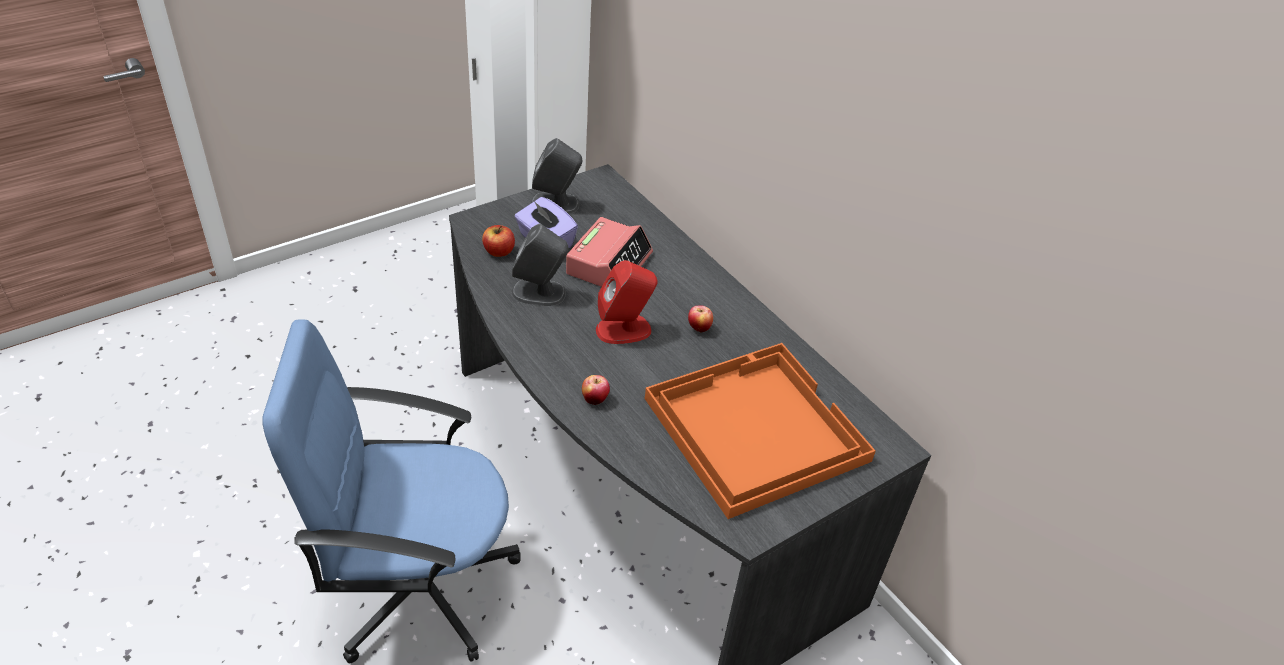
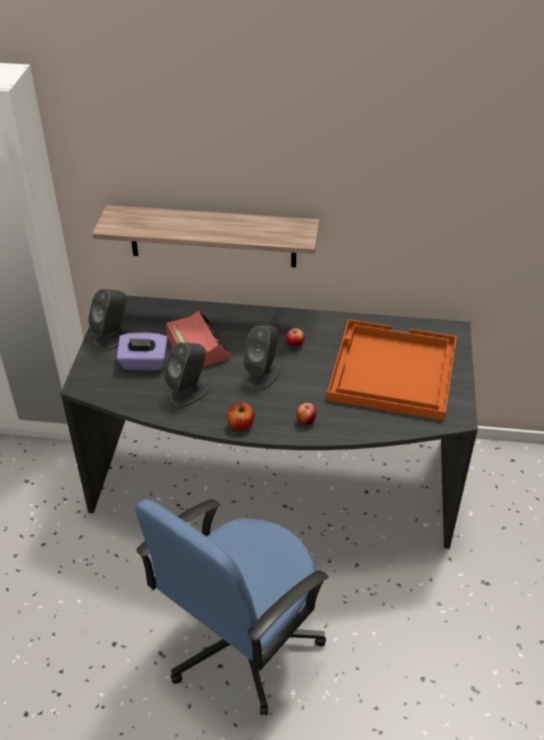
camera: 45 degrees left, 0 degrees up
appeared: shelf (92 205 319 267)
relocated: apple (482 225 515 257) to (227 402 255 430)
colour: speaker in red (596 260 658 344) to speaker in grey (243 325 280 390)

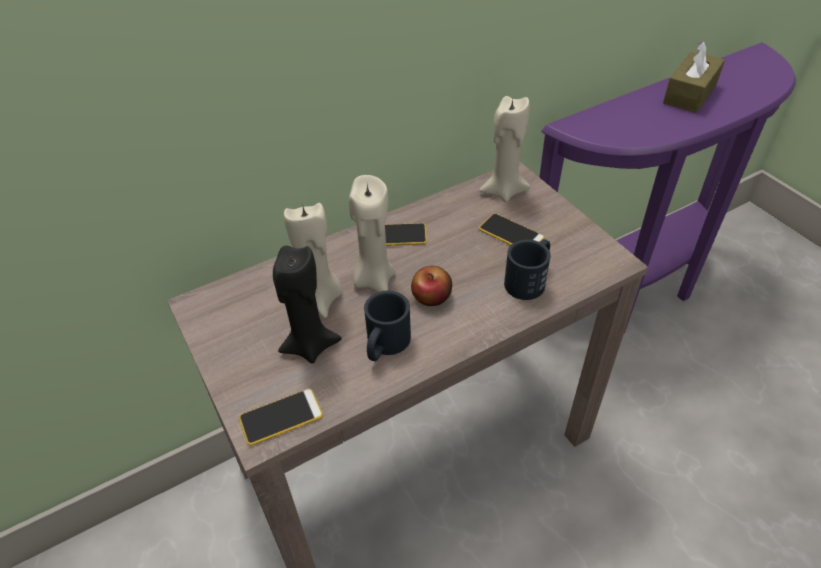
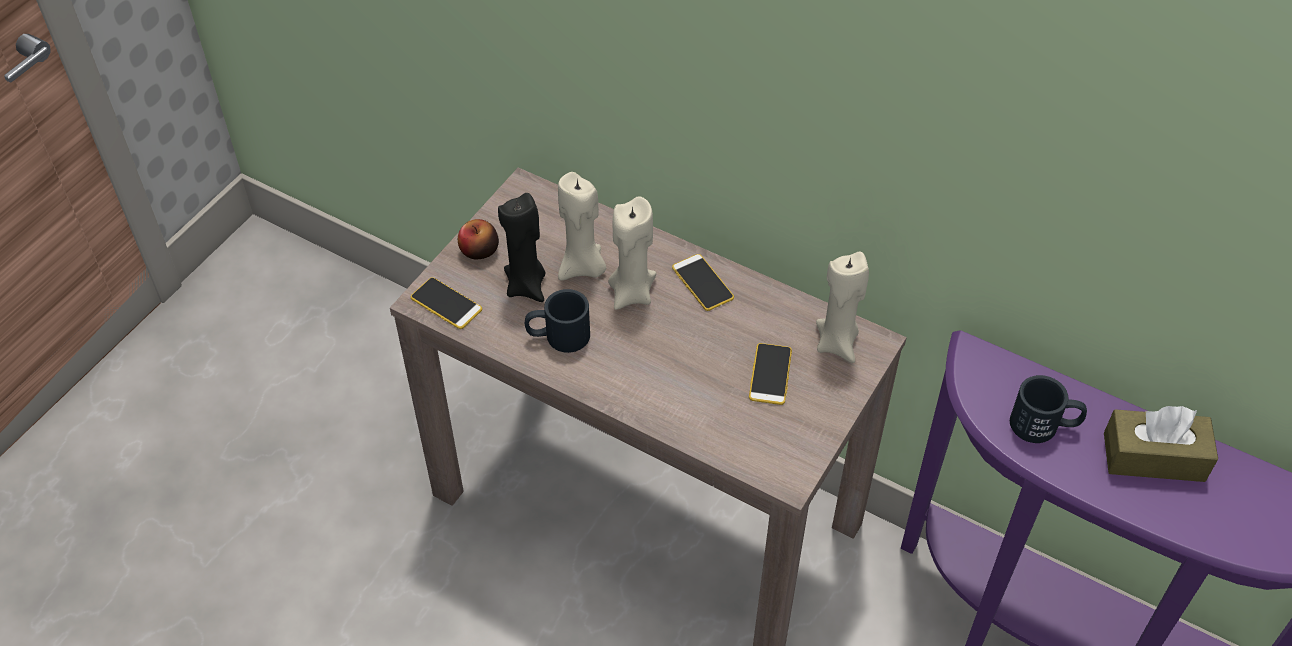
camera: 60 degrees right, 5 degrees up
relocated: mug in black (504 239 551 300) to (1010 375 1087 443); apple (411 266 452 306) to (458 219 499 259)

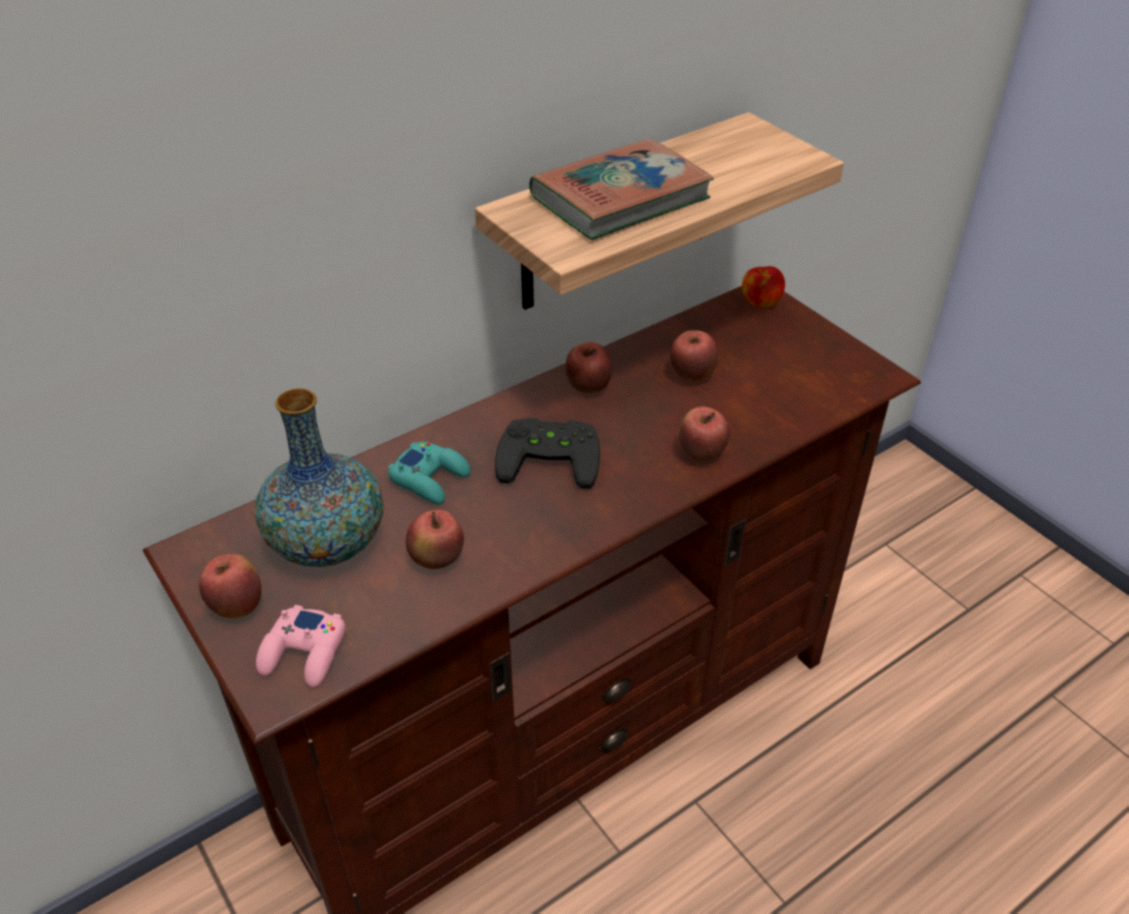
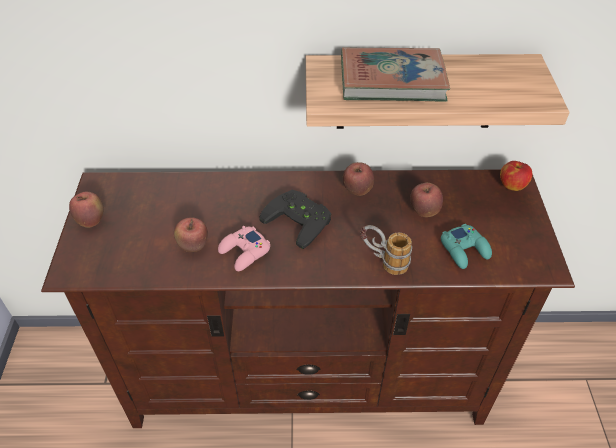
camera: 35 degrees right, 5 degrees up
missing: vase (255 388 383 567)
relocated: game controller in turquoise (388 442 470 504) to (441 224 492 269); game controller in pink (256 605 346 688) to (218 226 270 271)
exchanged: apple (679 406 730 461) to mug (361 225 412 275)

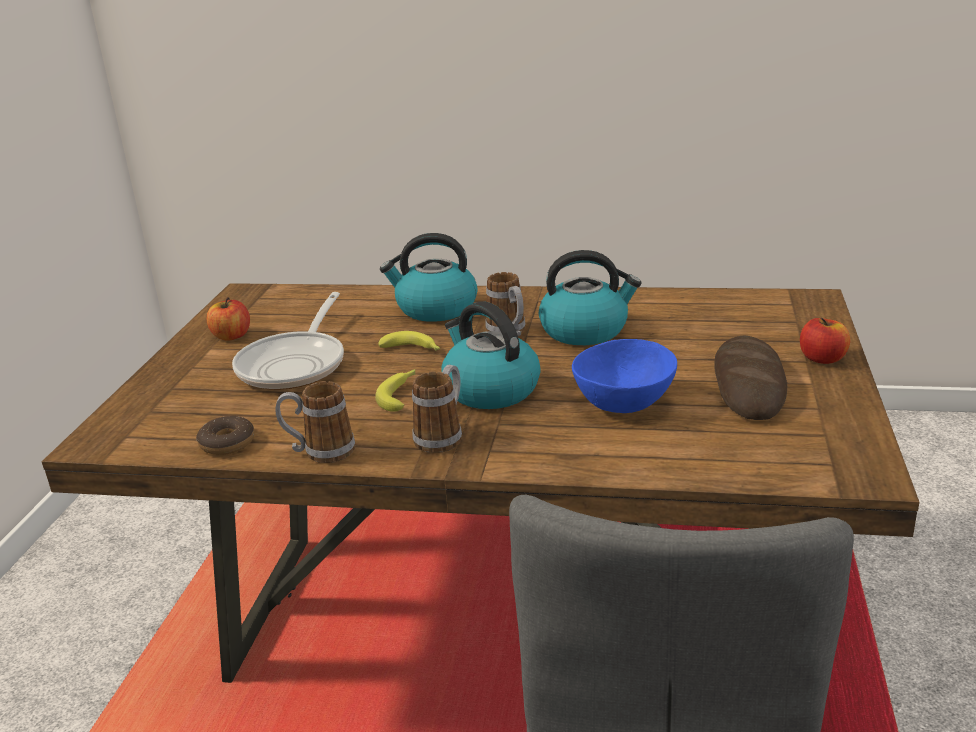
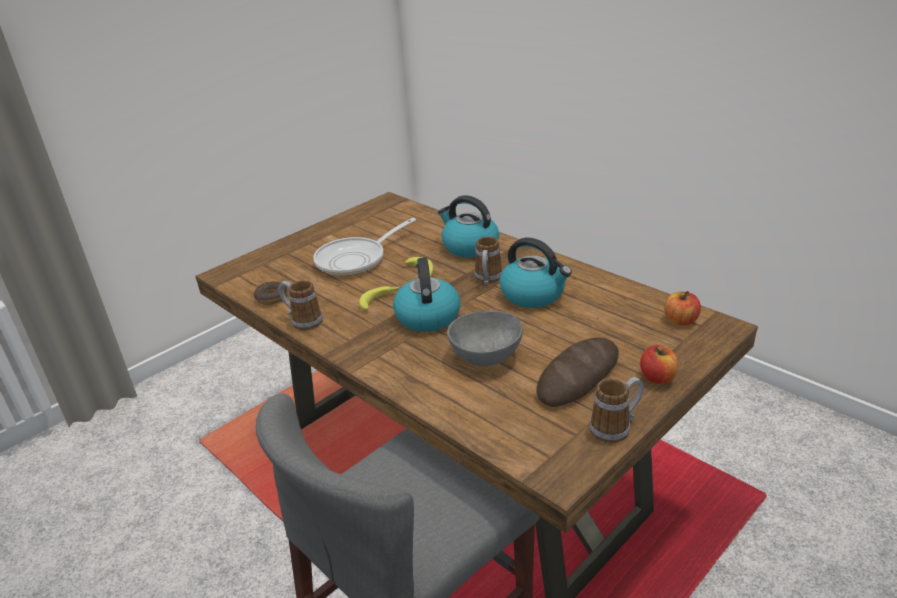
camera: 35 degrees right, 5 degrees up
relocated: apple (206 297 250 340) to (664 291 701 325); mug (412 365 462 453) to (590 377 644 443)
colour: bowl in blue (572 339 677 413) to bowl in grey (447 311 523 366)

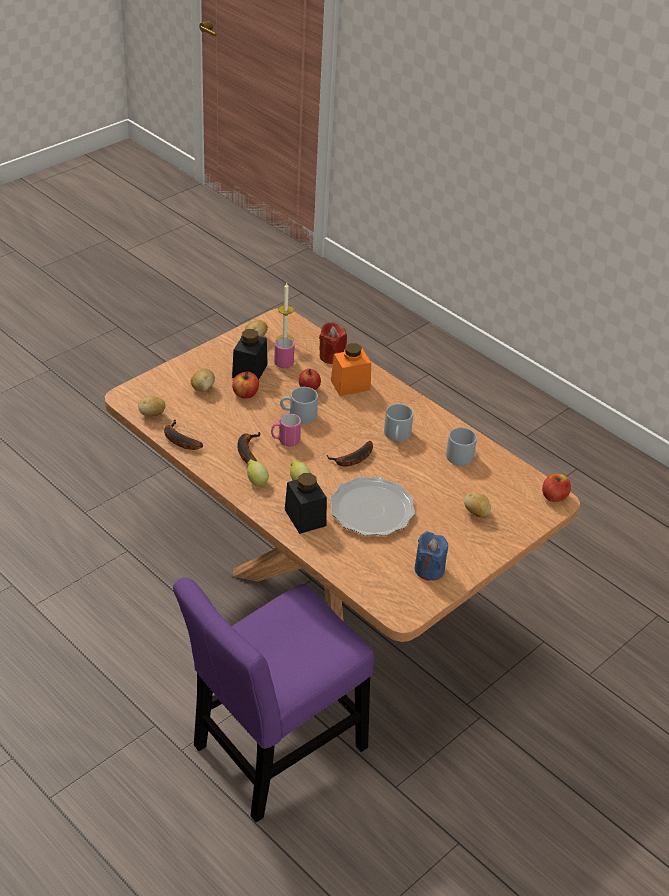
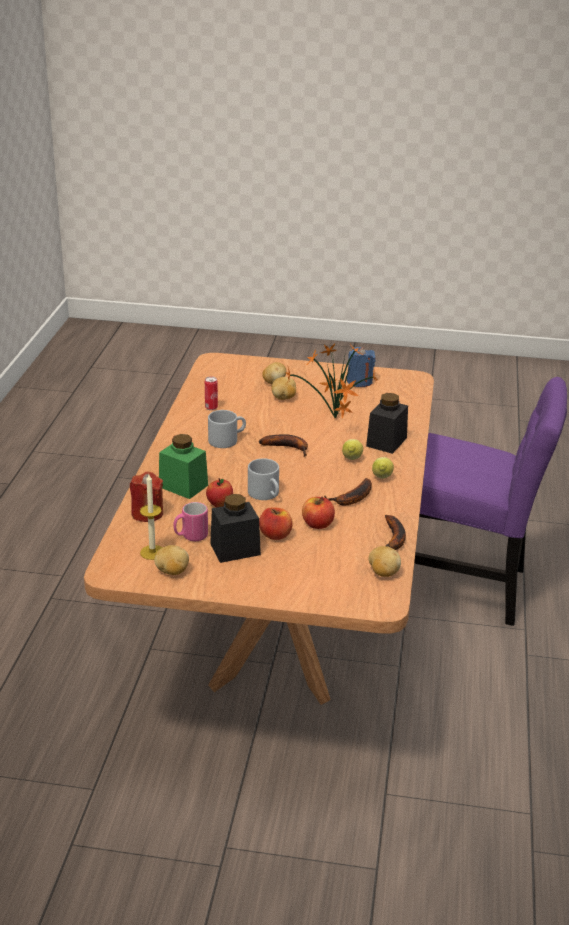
camera: 125 degrees left, 10 degrees down
missing: mug in pink (271 414 301 446)
relocated: potato (190 368 215 392) to (272 377 296 400); apple (542 474 571 502) to (302 497 335 529)
exchanged: mug in grey (446 427 477 466) to can (205 376 218 410); plate (330 477 415 536) to potted plant (286 343 377 419)
colour: jar in orange (331 343 371 396) to jar in green (159 434 208 499)

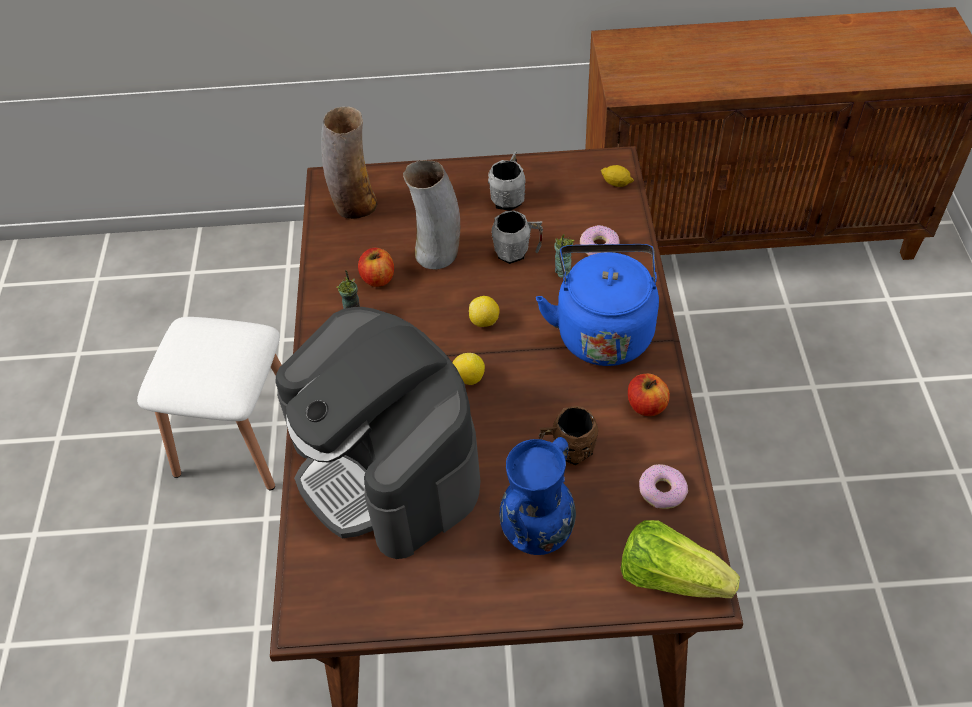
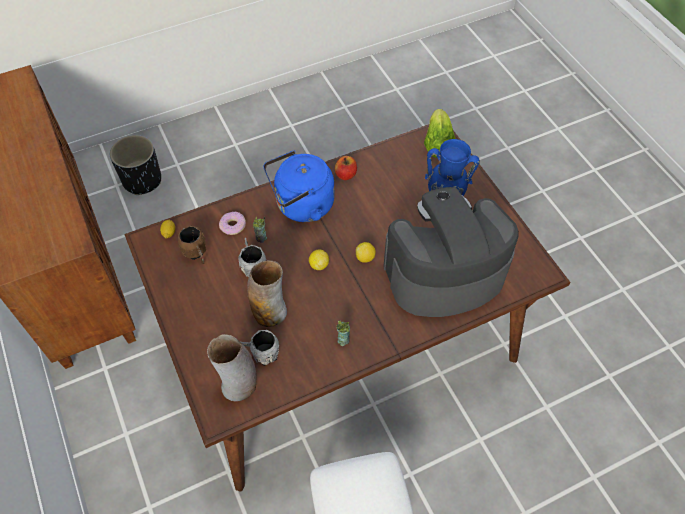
camera: 115 degrees left, 5 degrees up
missing: apple (358 248 394 287); donut (639 464 688 509)
appeared: planter in black (110 135 161 195)
relocated: mug in grey (488 151 525 211) to (241 330 279 366); mug in brown (538 406 598 465) to (178 225 206 264)
spun: coffee machine (276 307 480 559) = (384 187 519 317) 135 degrees counterclockwise

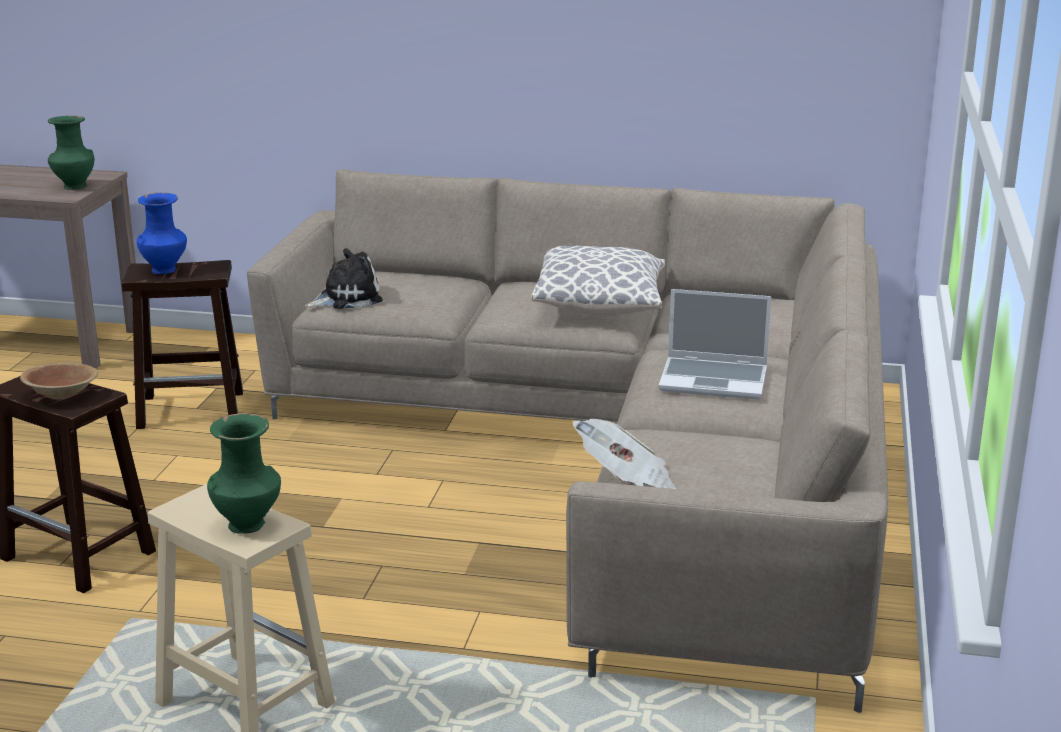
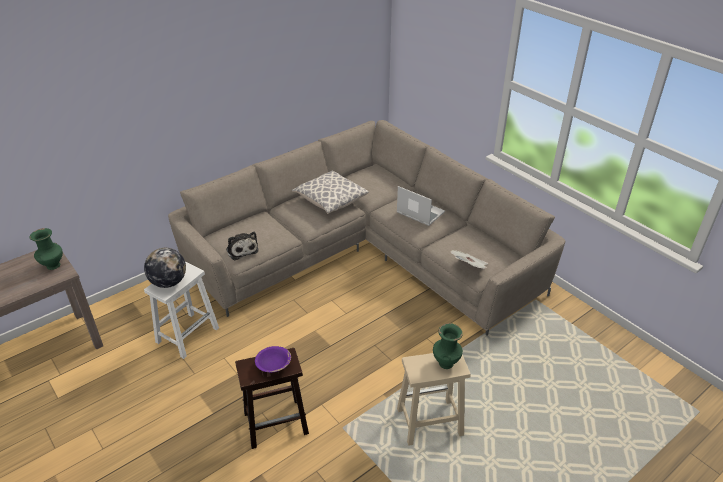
camera: 50 degrees left, 15 degrees up
exchanged: vase in blue (137 193 187 274) to globe (144 248 186 288)
colour: stool in brown (122 260 243 429) to stool in white (144 262 219 359); bowl in brown (20 362 98 400) to bowl in purple (255 346 291 372)
spun: plush toy (305 248 383 309) = (226 232 259 260) 135 degrees clockwise; laptop (658 289 772 400) = (397 186 445 226) 105 degrees counterclockwise

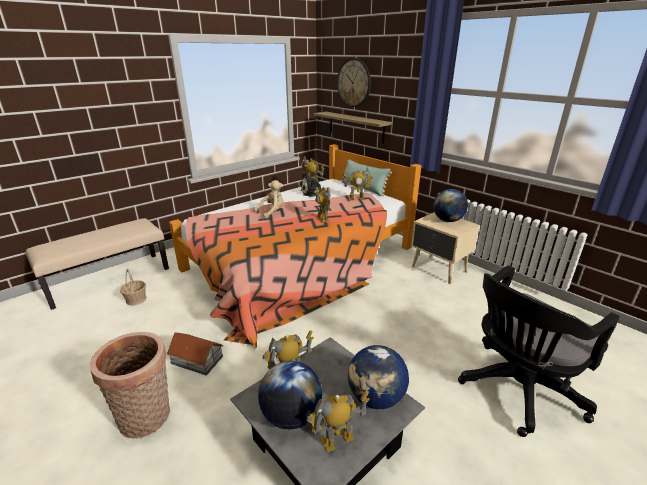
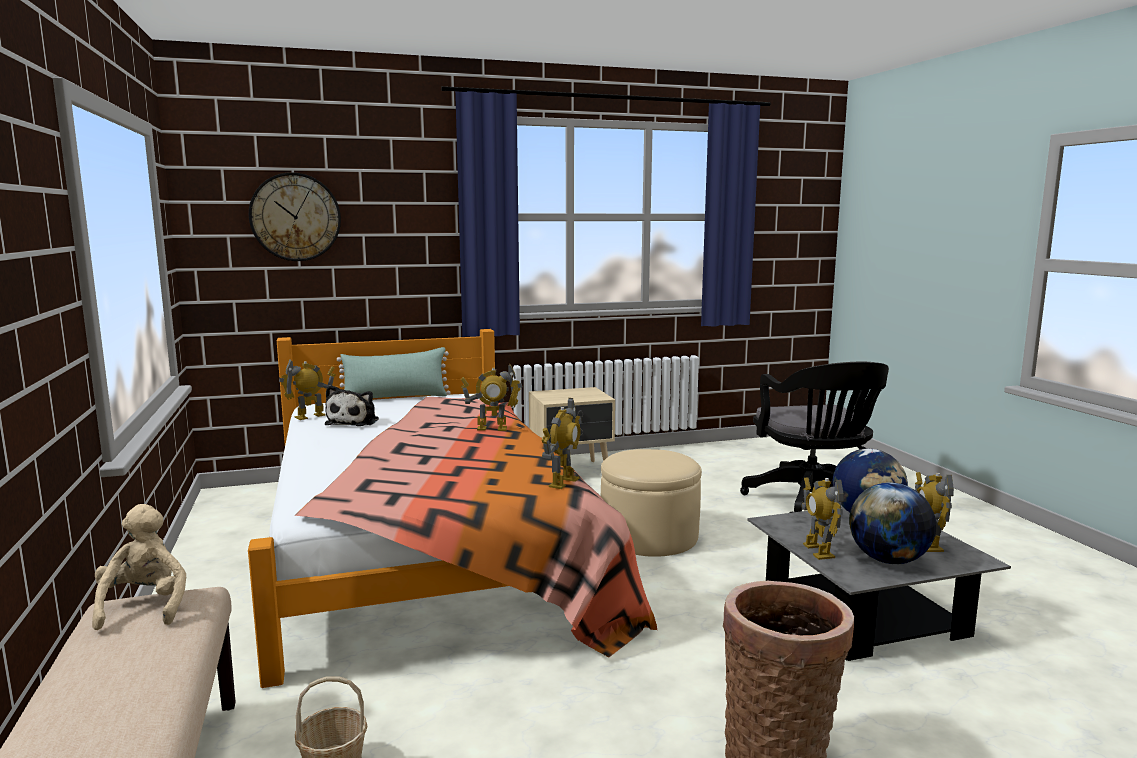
camera: 65 degrees left, 15 degrees down
missing: shelf (313 112 392 144); globe (433 189 468 222); toy house (167 332 223 375)
appeared: ottoman in beige (601 449 702 557)
relocated: toy robot (343 168 373 200) to (541 398 582 489); plush toy in beige (254 180 284 219) to (92 504 186 630)

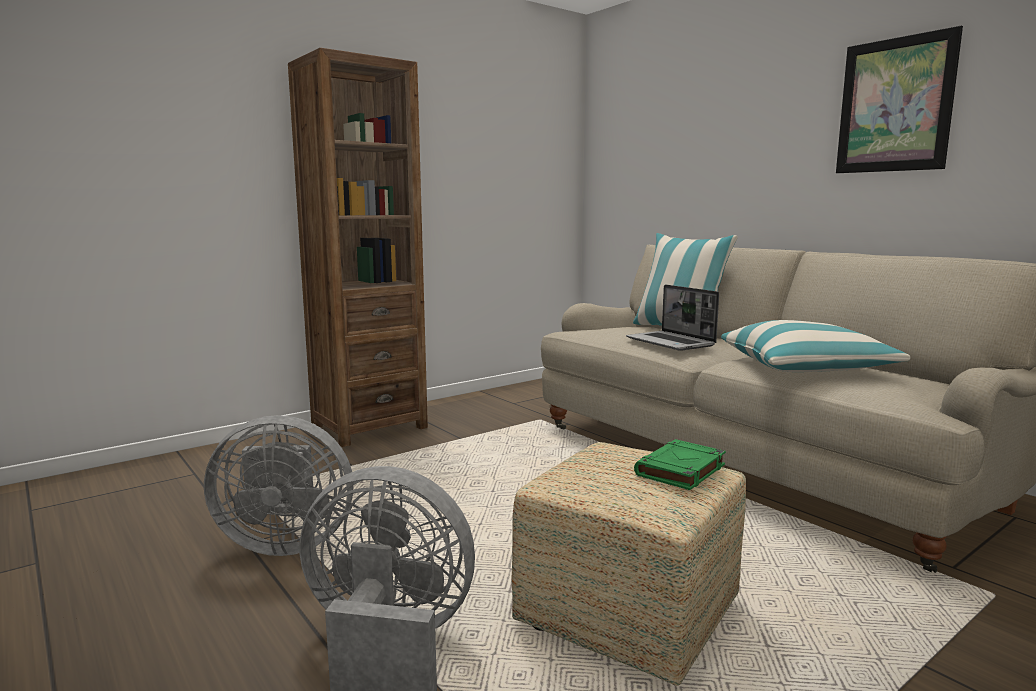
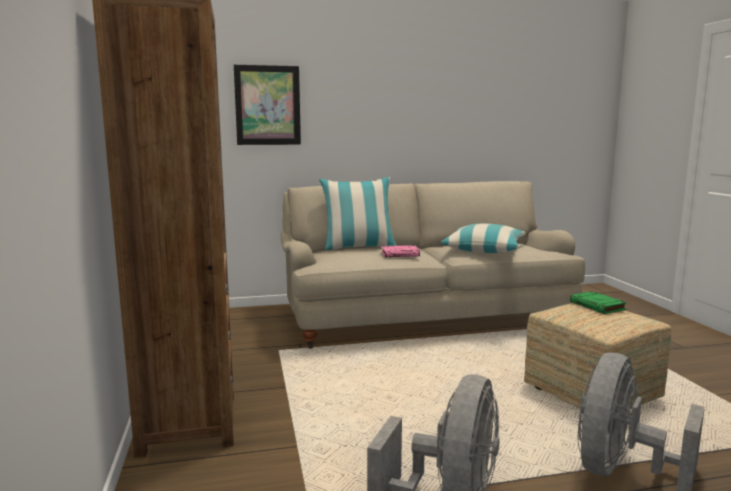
camera: 65 degrees left, 0 degrees up
relocated: picture (836 26 963 173) to (234 65 301 145)
exchanged: laptop (626 285 719 351) to book in pink (381 245 420 257)

